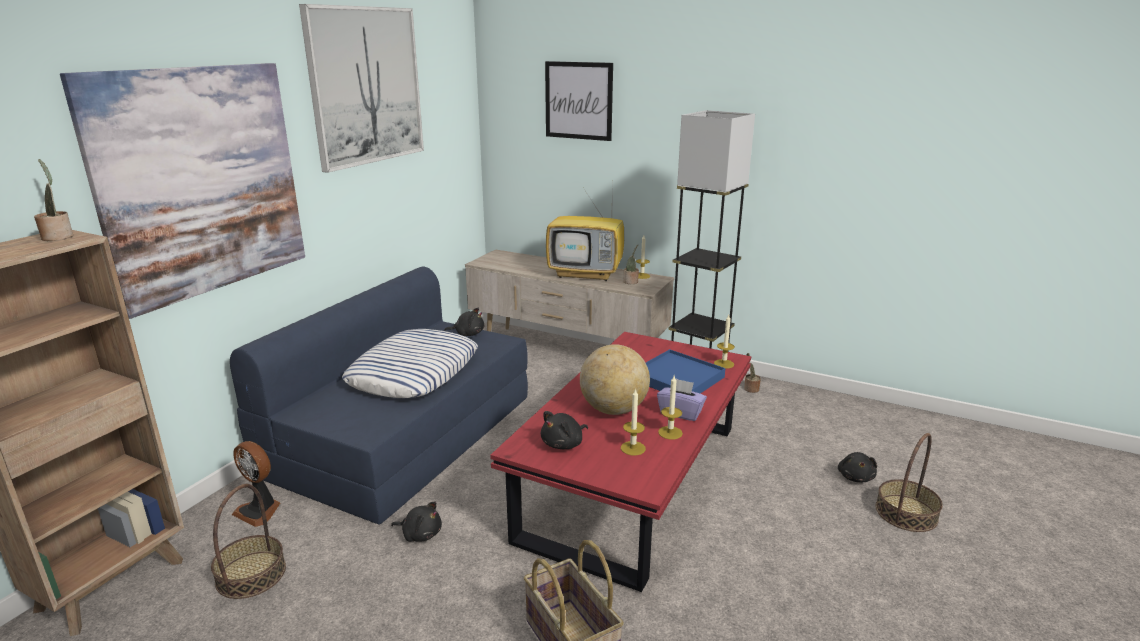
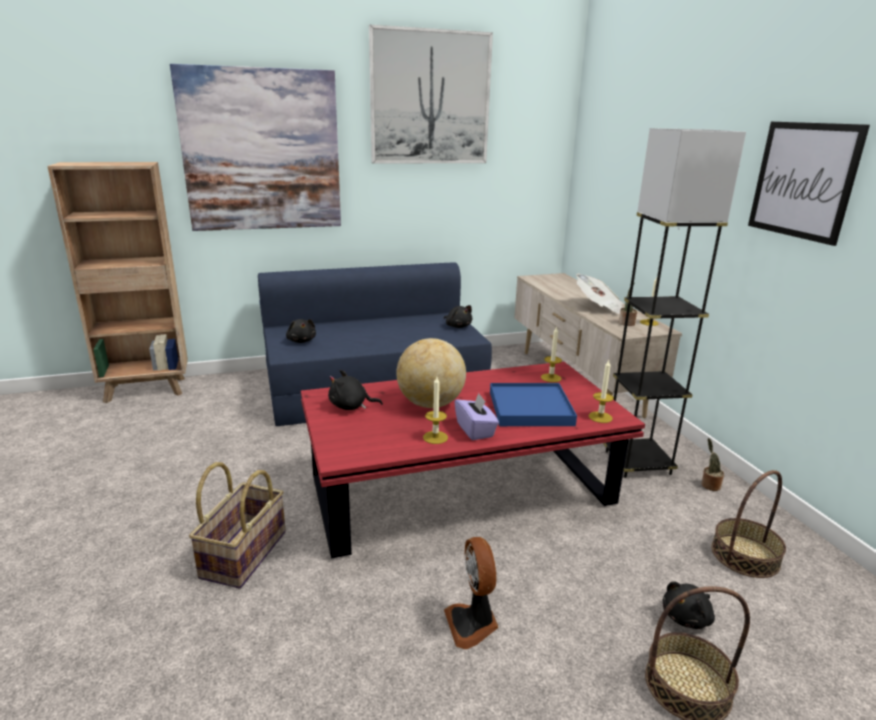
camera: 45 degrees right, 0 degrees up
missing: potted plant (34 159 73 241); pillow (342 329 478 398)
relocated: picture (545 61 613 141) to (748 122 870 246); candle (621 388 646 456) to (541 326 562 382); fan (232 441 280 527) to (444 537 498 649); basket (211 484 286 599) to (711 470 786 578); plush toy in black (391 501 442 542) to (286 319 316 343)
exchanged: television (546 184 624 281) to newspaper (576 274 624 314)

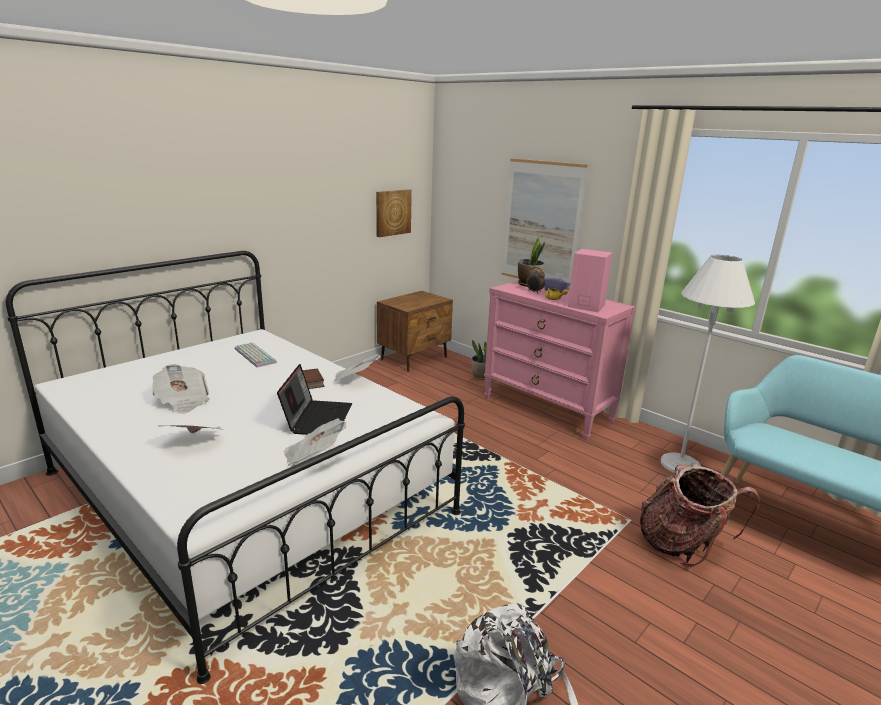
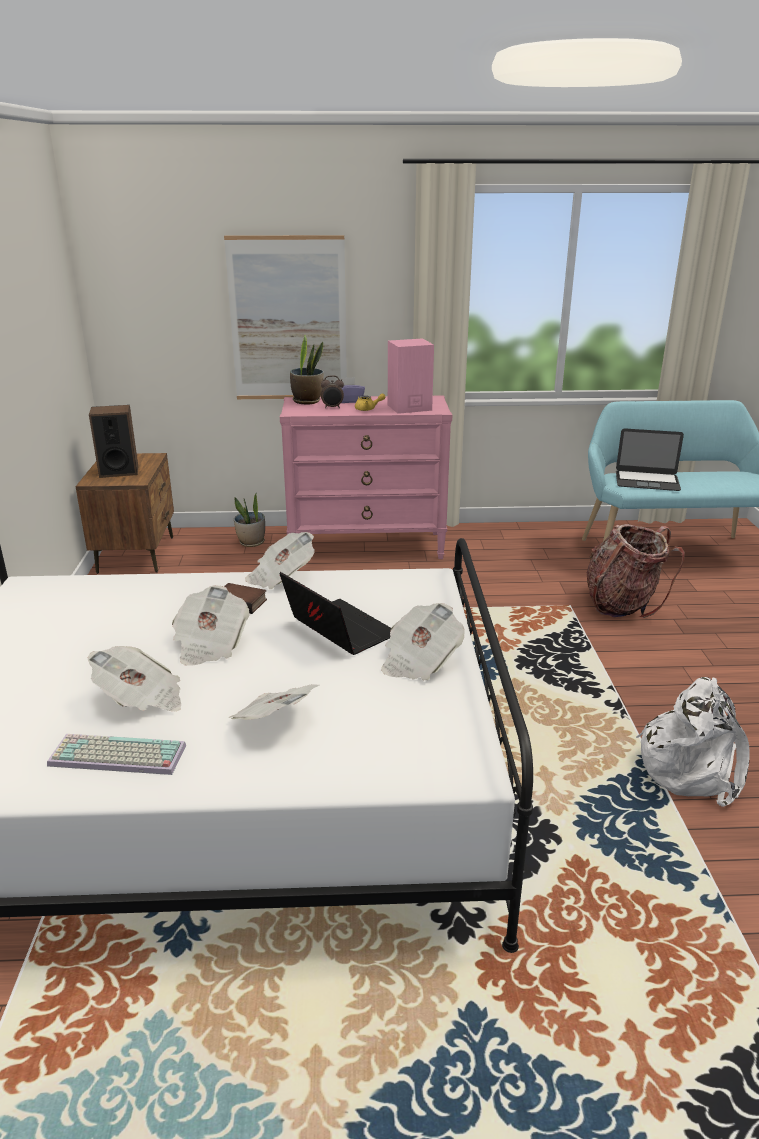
camera: 45 degrees left, 5 degrees up
missing: picture (376 189 412 237); floor lamp in white (660 255 755 473)
appeared: speaker (89 405 138 478); laptop (616 429 684 491); newspaper (172 585 250 666)
relocated: keyboard (235 342 277 367) to (47 734 186 775)

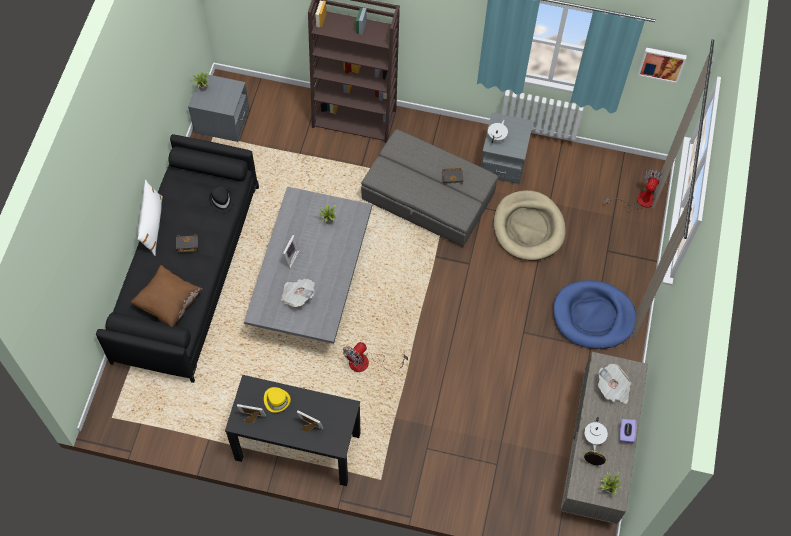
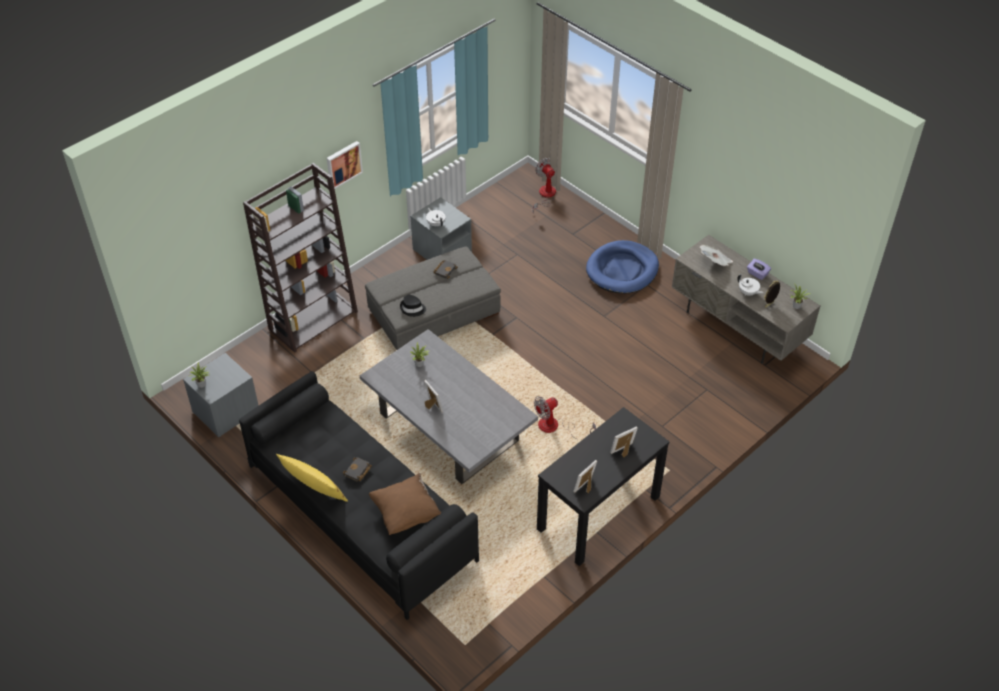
camera: 55 degrees left, 15 degrees down
missing: dog bed in beige (494 190 566 261); newspaper (281 278 315 307); hat in yellow (264 387 291 413)
relocated: picture (638 48 687 83) to (327 141 363 189); hat in black (209 186 233 212) to (400 295 426 317)
colour: pillow in white (138 180 163 256) to pillow in yellow (276 454 348 502)
spun: fan (343 342 408 372) = (534 396 596 439) 75 degrees clockwise

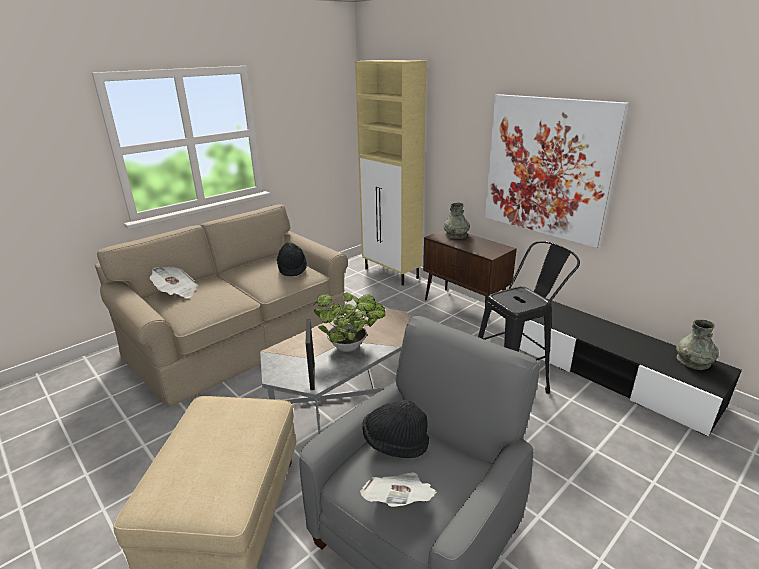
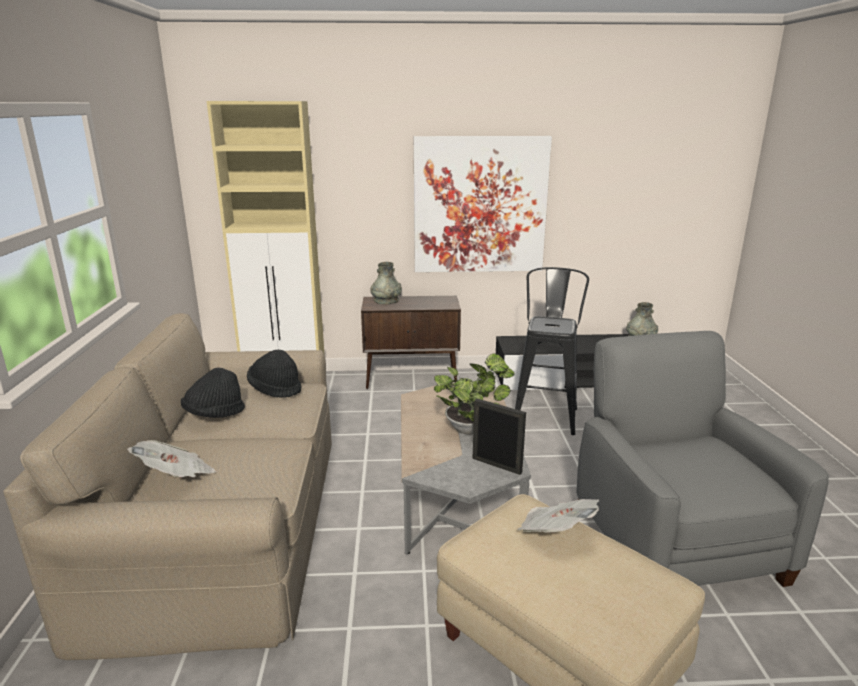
camera: 50 degrees left, 5 degrees down
relocated: hat in black (362 400 429 458) to (181 368 245 418); newspaper (360 472 437 507) to (517 499 600 533)

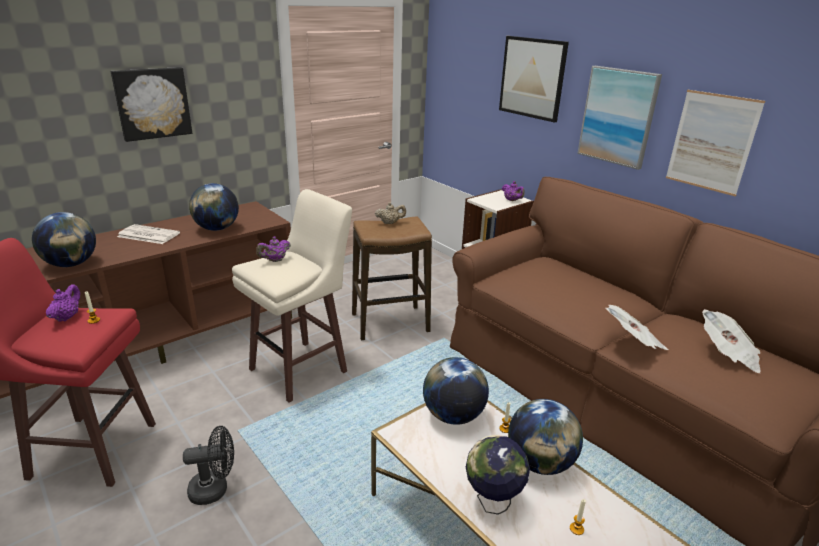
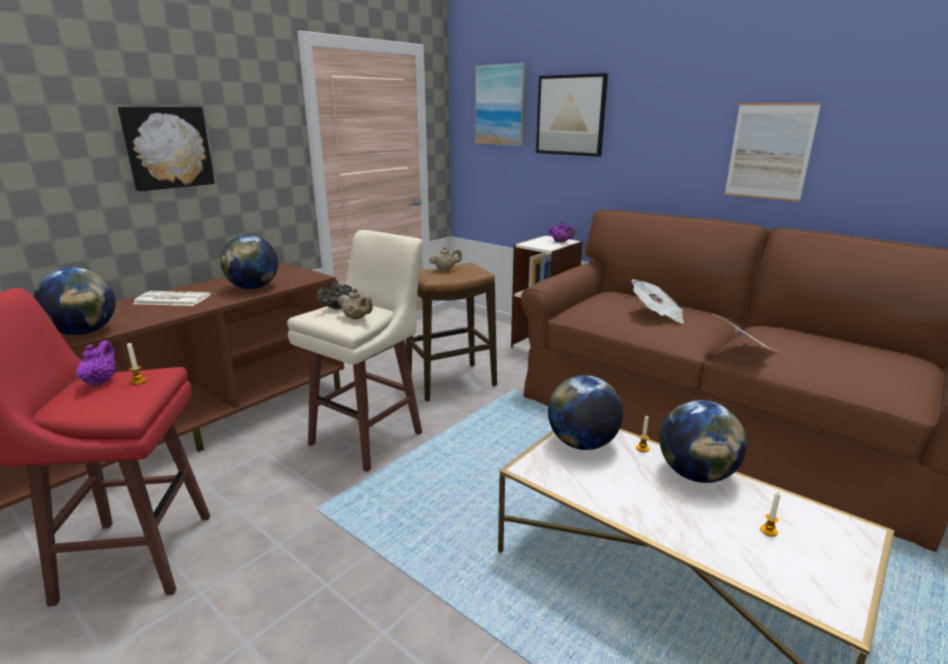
camera: 10 degrees left, 5 degrees down
missing: fan in black (183 426 234 505); globe (466 435 530 515)
appeared: teapot in beige (338 288 373 319)
relocated: picture (577 66 662 170) to (475 63 527 146); newspaper (702 309 761 373) to (631 279 684 324)
colour: teapot in purple (256 237 291 262) to teapot in black (317 280 353 310)

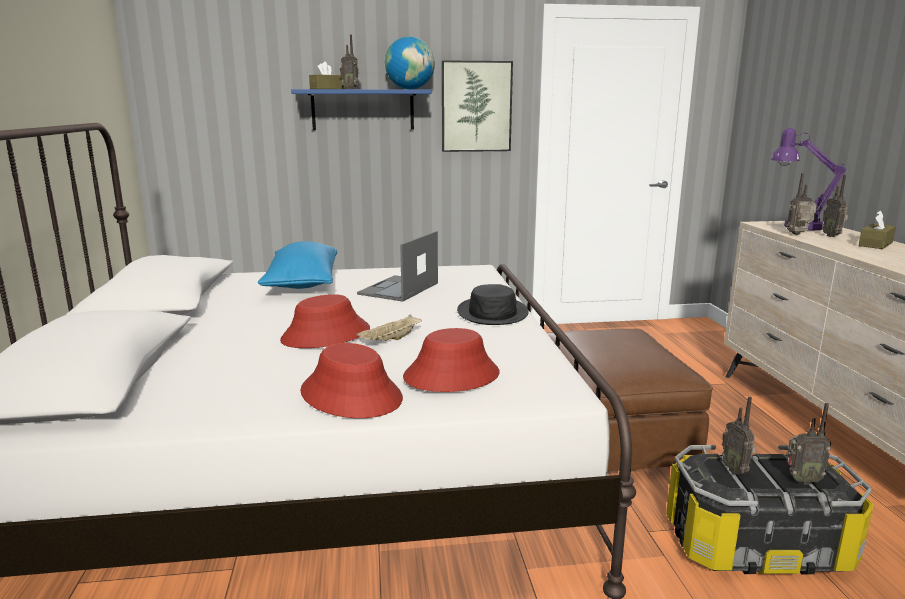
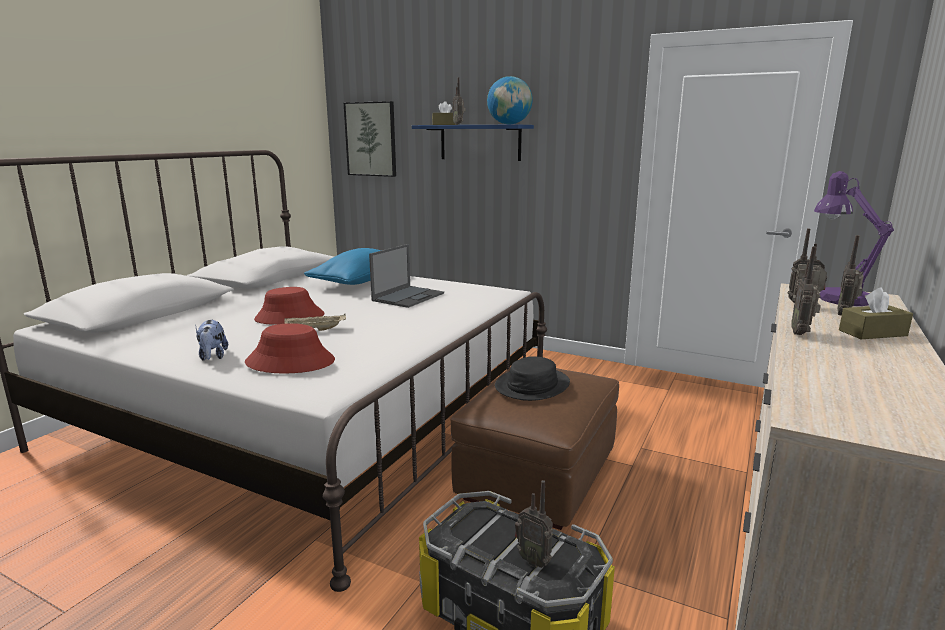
camera: 35 degrees right, 0 degrees up
relocated: picture (442 60 513 152) to (344 101 396 177); hat in black (457 284 529 325) to (495 356 570 401); radio (722 396 756 475) to (791 247 821 335)
exchanged: hat in red (300 343 403 418) to plush toy (195 319 228 361)
spun: laptop (357 231 438 301) = (369 244 444 308) 150 degrees clockwise

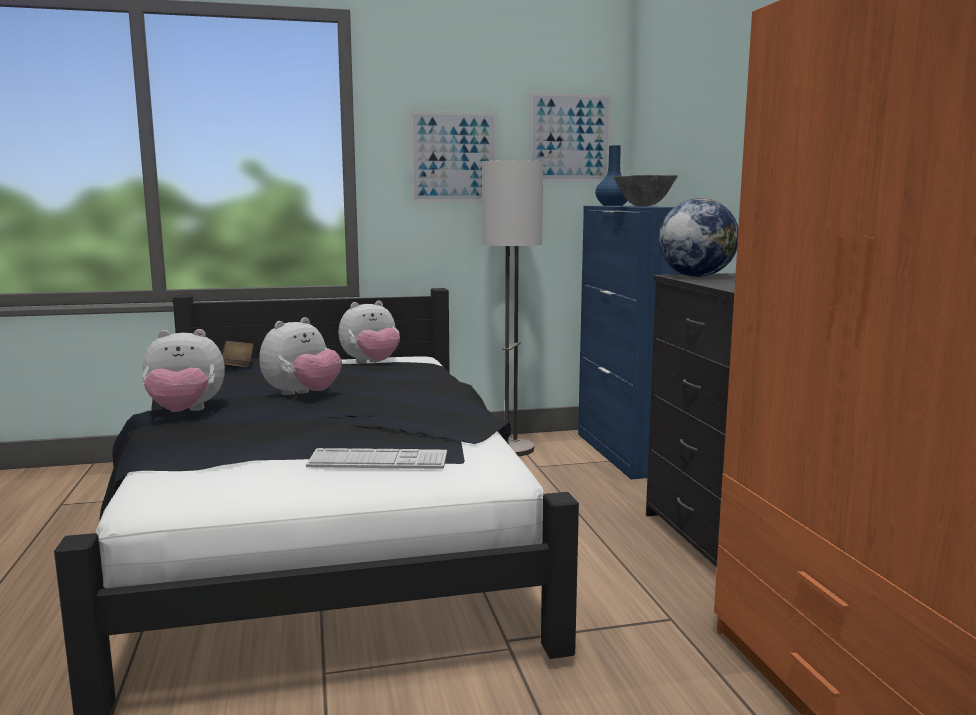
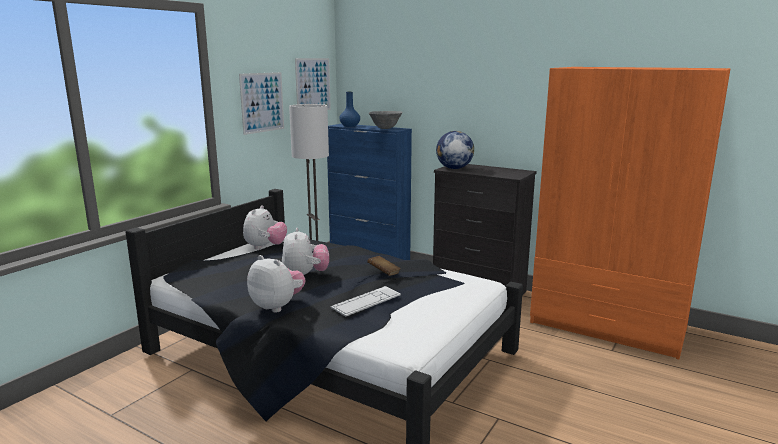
camera: 45 degrees left, 5 degrees up
relocated: book in brown (222 341 254 367) to (367 256 401 276); keyboard (306 448 447 469) to (331 286 401 317)
spun: plush toy (142 329 225 412) = (247 255 305 313) 90 degrees counterclockwise

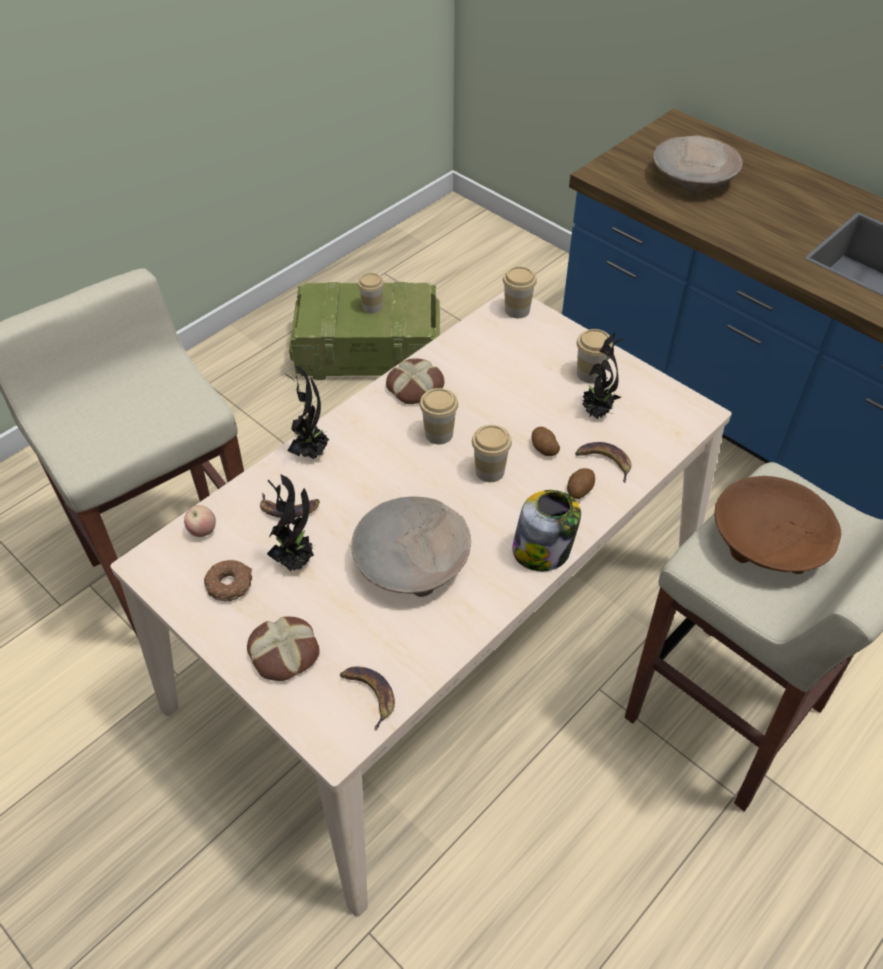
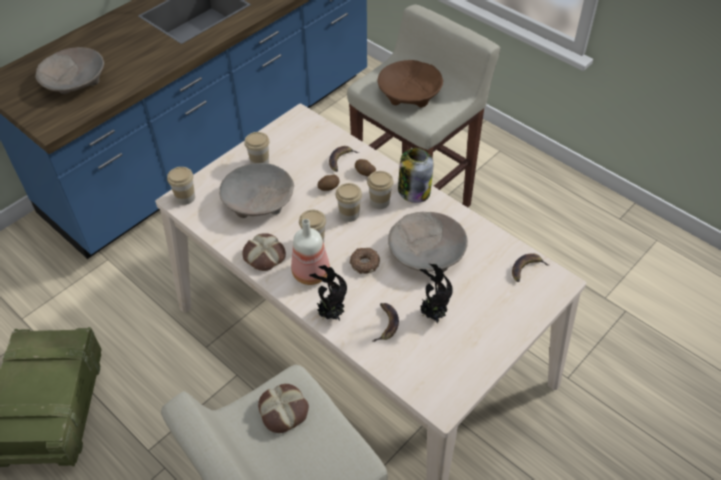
camera: 90 degrees left, 0 degrees up
missing: potted plant (582 333 625 419); apple (184 505 216 537)
appeared: bowl in beige (219 163 294 218); bottle (291 219 330 285)
relocated: cup (358 273 384 314) to (367 171 393 209); donut (204 560 252 601) to (349 247 380 274); bread (247 617 320 681) to (258 384 309 433)

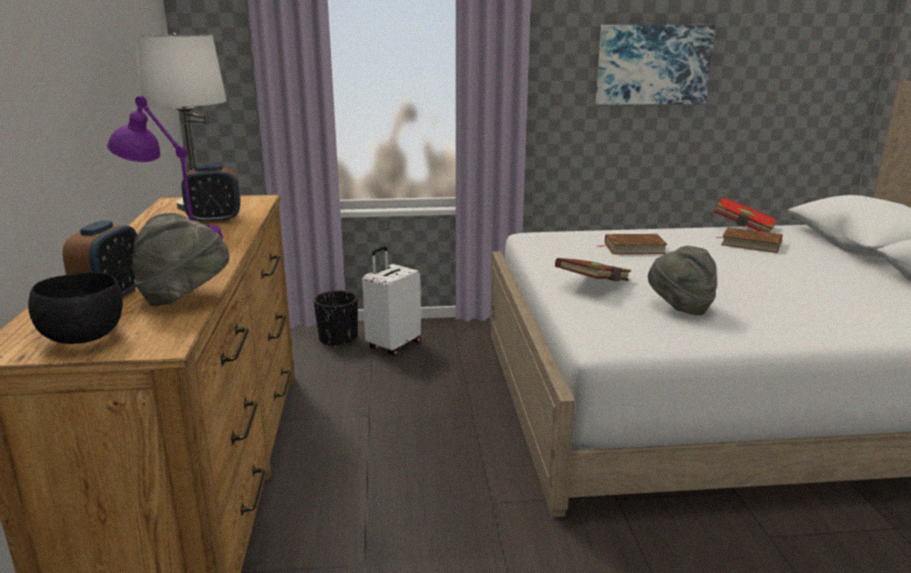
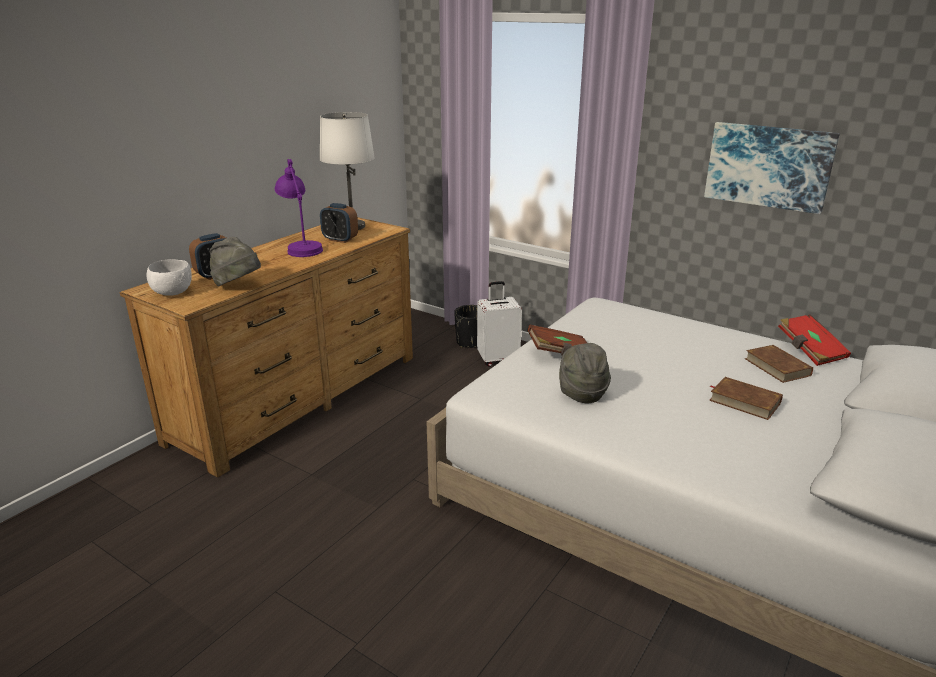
camera: 40 degrees right, 5 degrees up
relocated: book in brown (597 234 668 254) to (709 377 783 420)
colour: bowl in black (28 272 123 344) to bowl in white (147 259 192 296)

